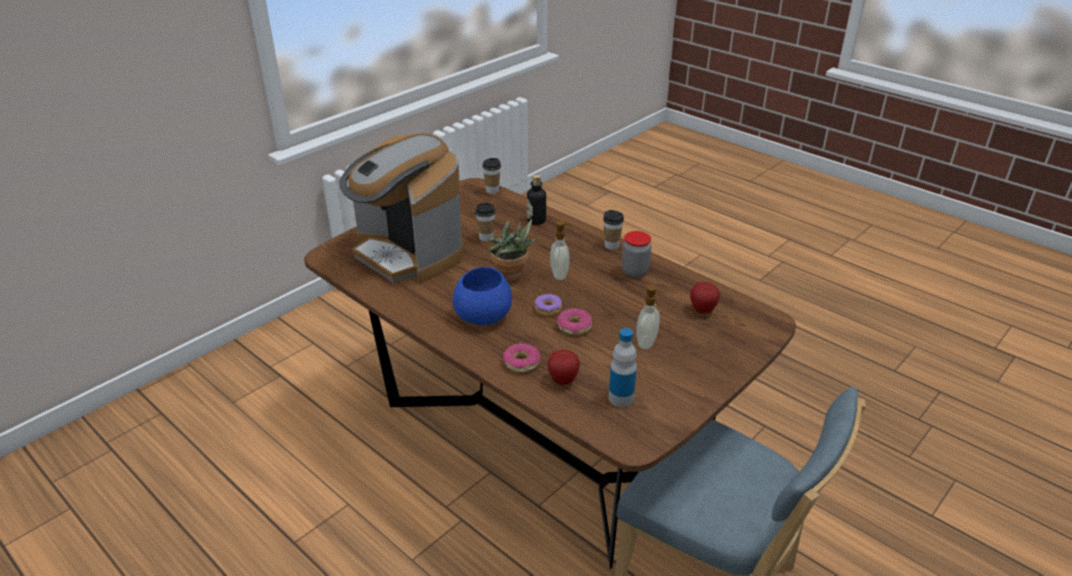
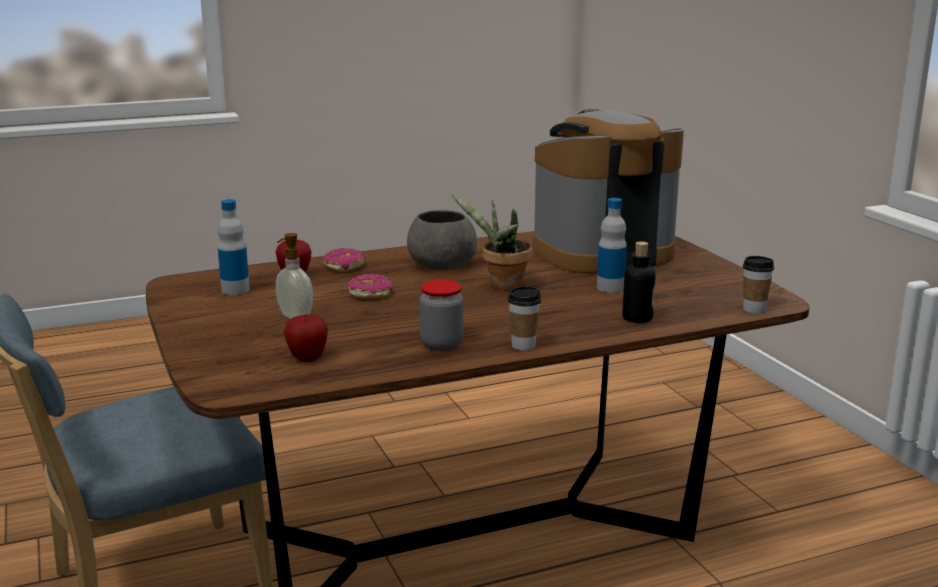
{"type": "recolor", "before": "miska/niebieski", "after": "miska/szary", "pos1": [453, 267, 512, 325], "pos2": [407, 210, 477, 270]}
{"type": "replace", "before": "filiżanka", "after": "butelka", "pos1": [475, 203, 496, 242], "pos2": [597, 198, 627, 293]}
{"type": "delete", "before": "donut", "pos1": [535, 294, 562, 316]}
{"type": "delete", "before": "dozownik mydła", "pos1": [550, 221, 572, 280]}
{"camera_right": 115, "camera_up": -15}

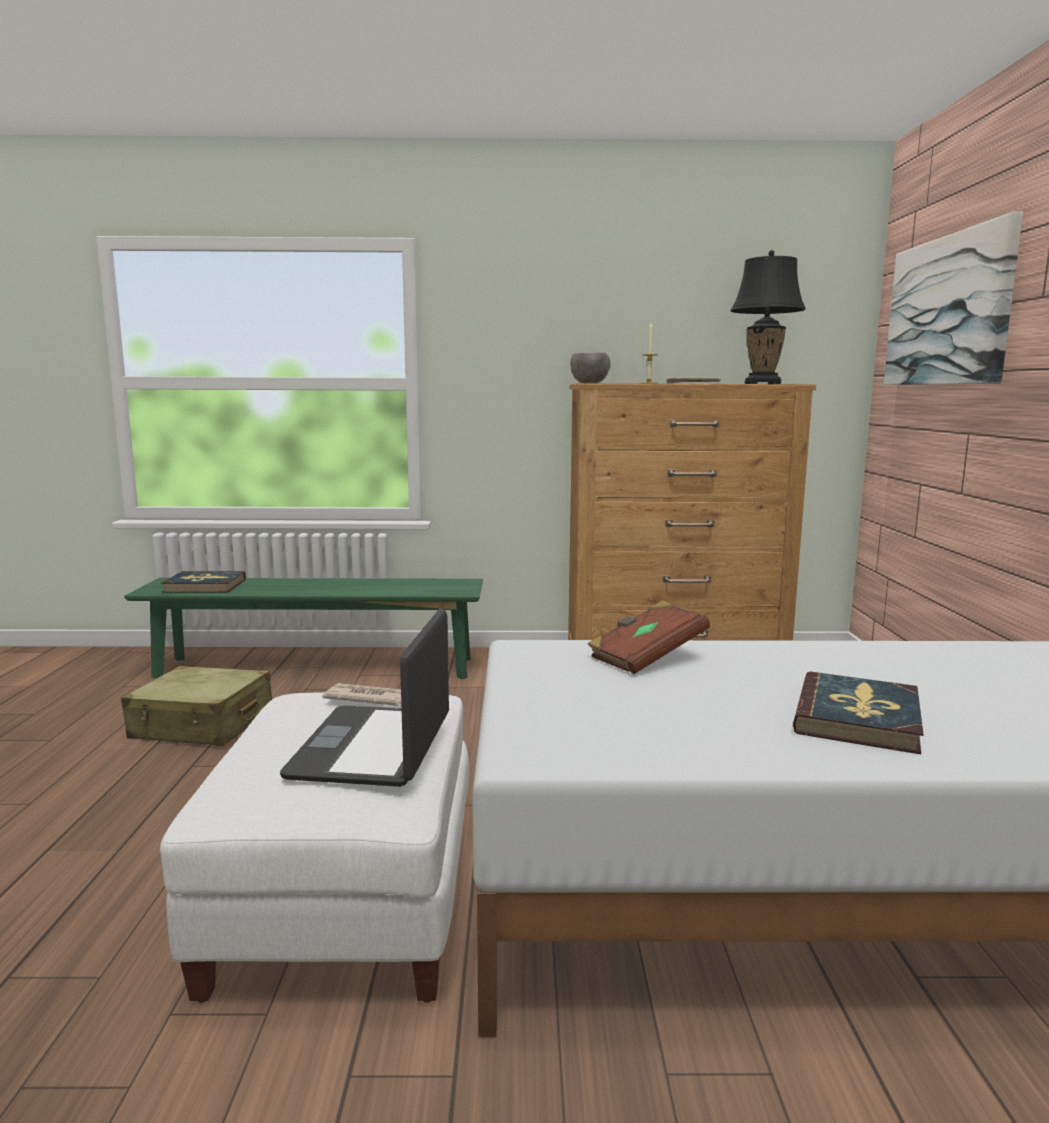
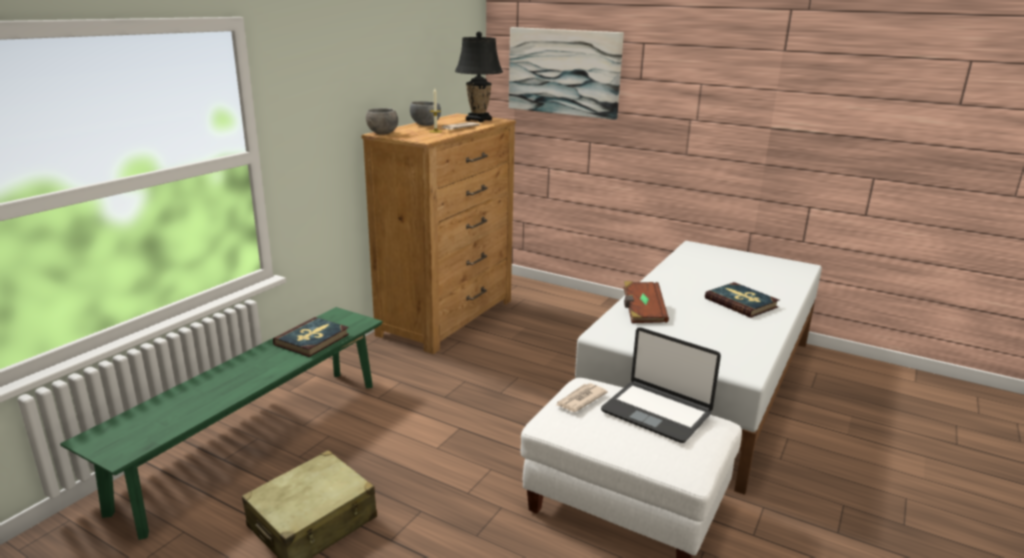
{"type": "move", "before": "książka", "pos1": [161, 571, 246, 593], "pos2": [273, 317, 349, 357]}
{"type": "insert", "after": "miska/szary", "pos2": [410, 101, 441, 126]}
{"camera_right": -60, "camera_up": 10}

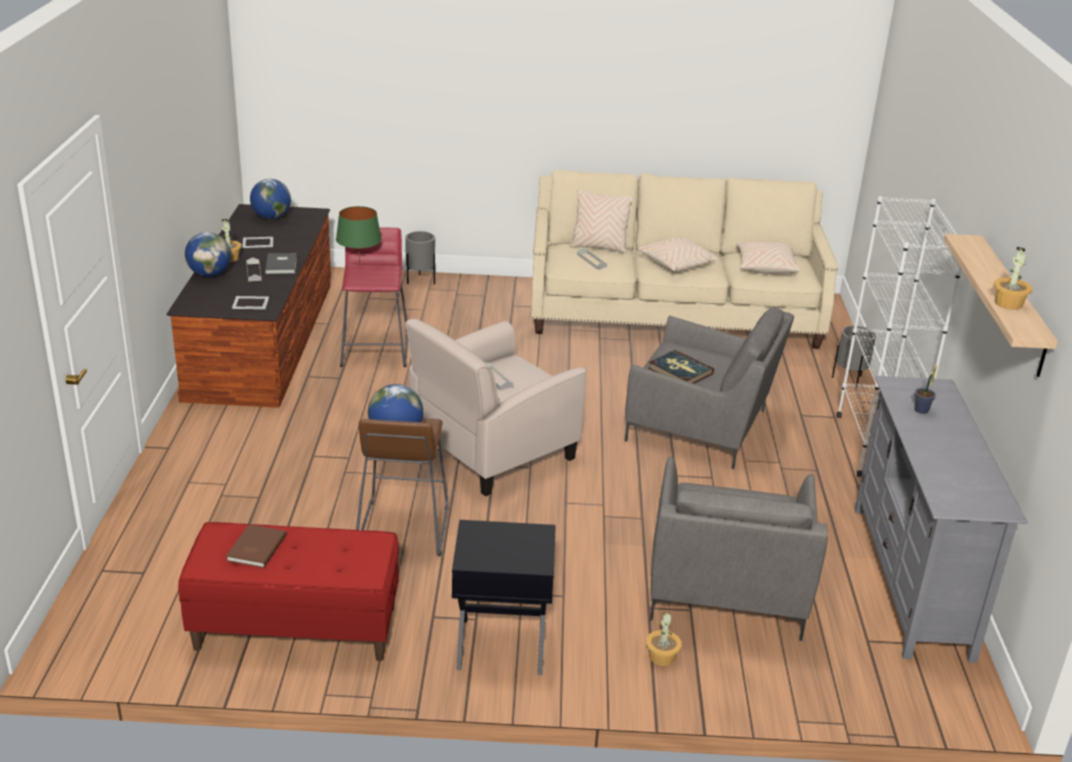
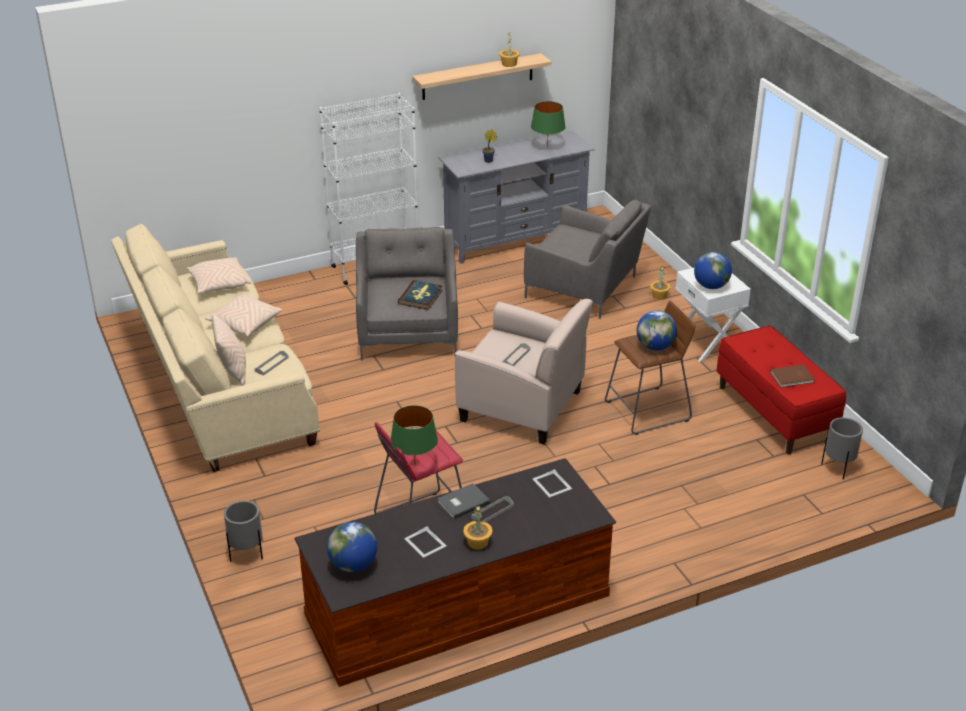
{"type": "move", "before": "globus", "pos1": [185, 232, 231, 277], "pos2": [694, 252, 732, 289]}
{"type": "recolor", "before": "szafka nocna/czarny", "after": "szafka nocna/biały", "pos1": [452, 520, 556, 675], "pos2": [676, 268, 751, 362]}
{"type": "rotate", "before": "fotel/szary", "pos1": [650, 457, 828, 641], "pos2": [524, 200, 651, 319], "turn": 45}
{"type": "move", "before": "donica/szary", "pos1": [832, 326, 876, 388], "pos2": [821, 417, 863, 479]}
{"type": "insert", "after": "lampa stołowa/zielony", "pos2": [531, 101, 565, 148]}
{"camera_right": -115, "camera_up": 5}

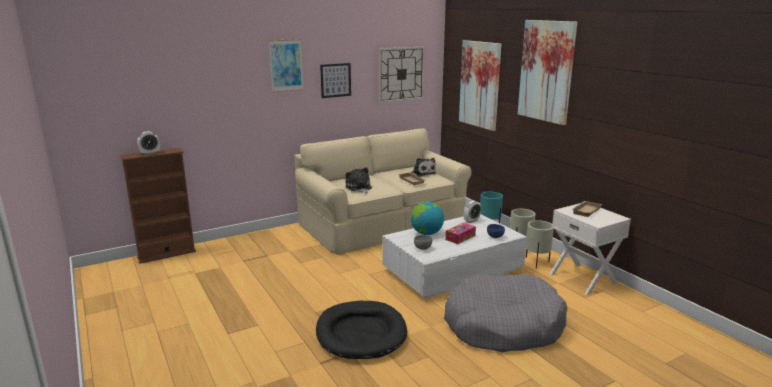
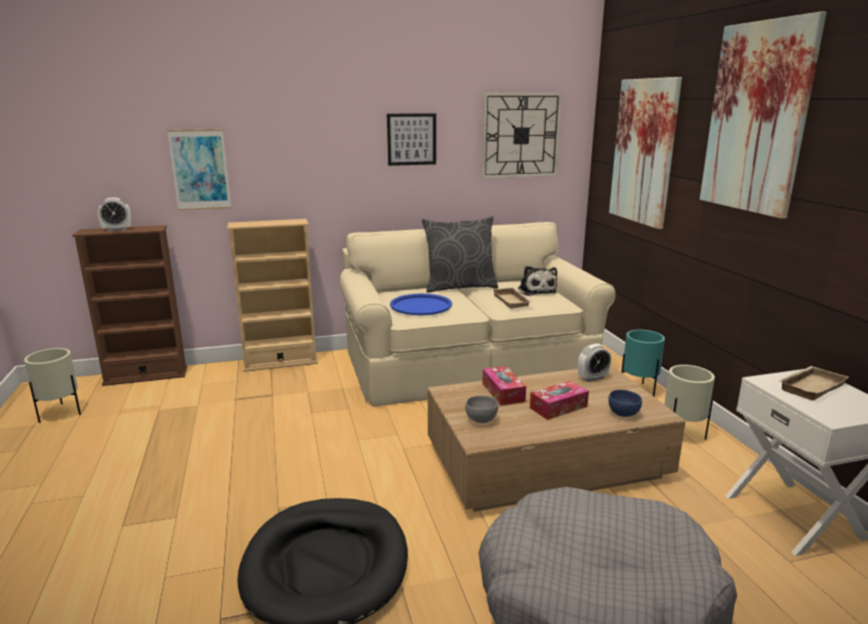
{"type": "move", "before": "obraz", "pos1": [269, 39, 303, 92], "pos2": [167, 129, 231, 210]}
{"type": "replace", "before": "pluszak", "after": "taca/niebieski", "pos1": [346, 167, 372, 193], "pos2": [390, 294, 452, 315]}
{"type": "recolor", "before": "ława/biały", "after": "ława/brązowy", "pos1": [382, 214, 527, 299], "pos2": [428, 365, 685, 512]}
{"type": "replace", "before": "globus", "after": "pudełko chusteczek", "pos1": [411, 202, 444, 235], "pos2": [482, 366, 526, 406]}
{"type": "move", "before": "donica/beżowy", "pos1": [526, 220, 554, 269], "pos2": [24, 348, 81, 423]}
{"type": "insert", "after": "regał/beżowy", "pos2": [227, 219, 318, 372]}
{"type": "insert", "after": "poduszka/szary", "pos2": [422, 216, 498, 293]}
{"camera_right": 15, "camera_up": 0}

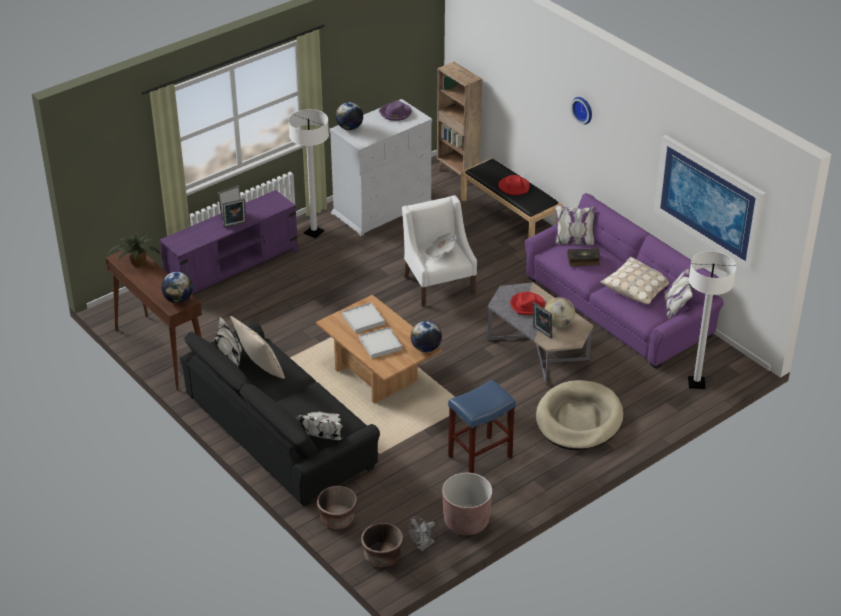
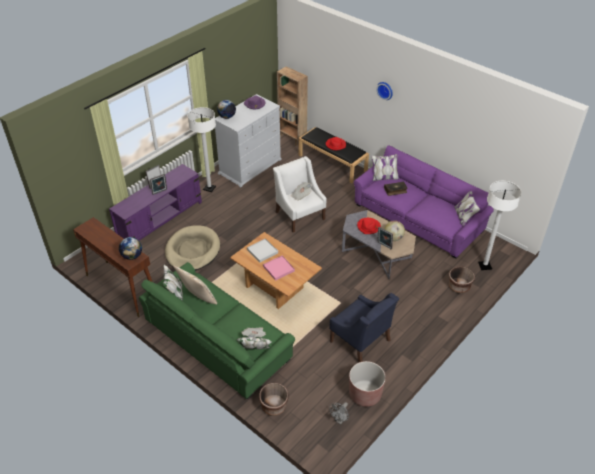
{"type": "delete", "before": "roślina doniczkowa", "pos1": [109, 232, 161, 266]}
{"type": "recolor", "before": "kanapa/czarny", "after": "kanapa/zielony", "pos1": [180, 317, 380, 506], "pos2": [139, 262, 295, 399]}
{"type": "recolor", "before": "taca/biały", "after": "taca/różowy", "pos1": [359, 327, 402, 358], "pos2": [263, 255, 295, 281]}
{"type": "move", "before": "donica/brązowy", "pos1": [361, 523, 404, 567], "pos2": [449, 266, 475, 293]}
{"type": "delete", "before": "globus", "pos1": [411, 321, 442, 352]}
{"type": "replace", "before": "stołek/niebieski", "after": "fotel/niebieski", "pos1": [448, 380, 516, 473], "pos2": [329, 293, 399, 362]}
{"type": "move", "before": "legowisko/beżowy", "pos1": [536, 380, 623, 451], "pos2": [165, 225, 220, 271]}
{"type": "delete", "before": "poduszka/beżowy", "pos1": [601, 257, 669, 304]}
{"type": "delete", "before": "obraz", "pos1": [654, 135, 766, 271]}
{"camera_right": -10, "camera_up": 5}

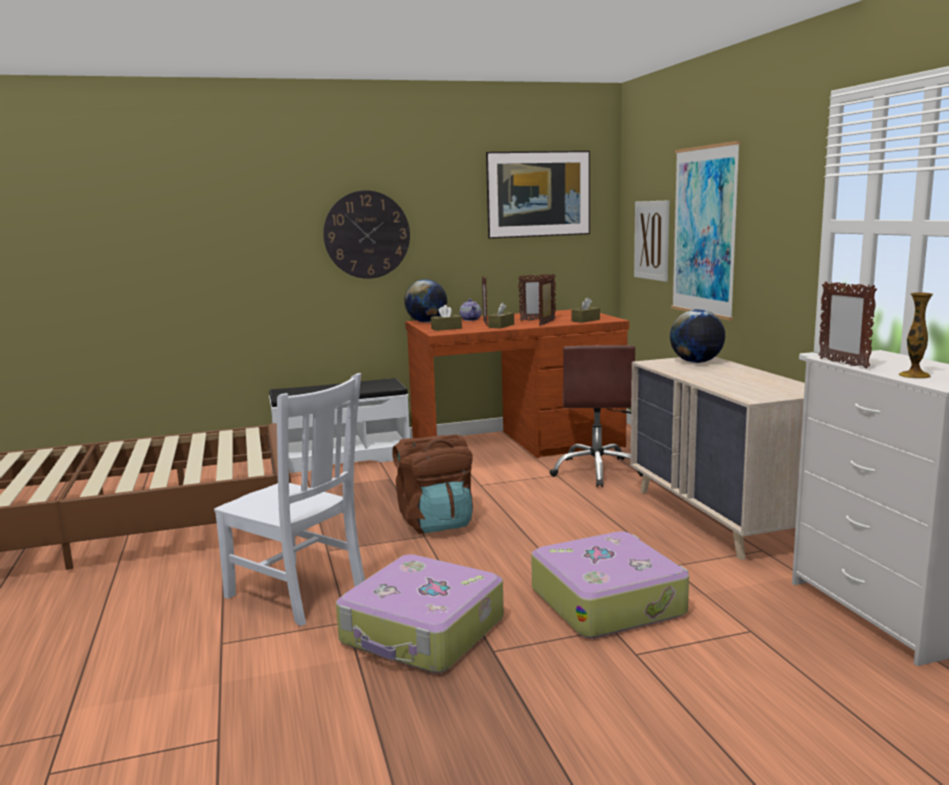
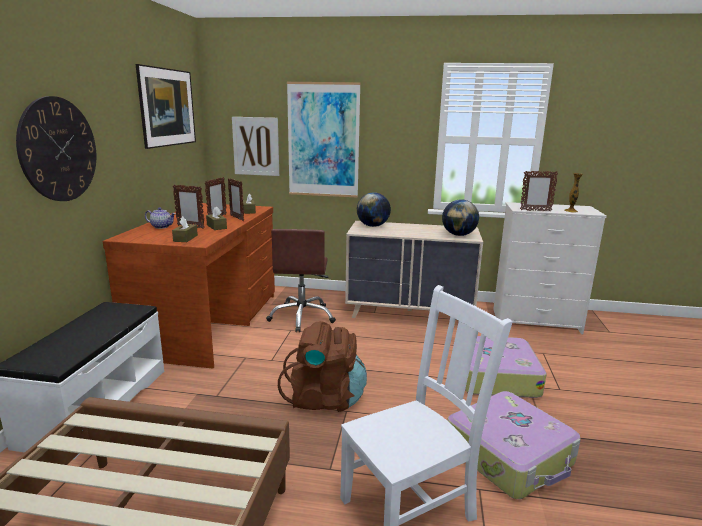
{"type": "move", "before": "globus", "pos1": [404, 279, 447, 323], "pos2": [442, 199, 479, 236]}
{"type": "rotate", "before": "krzesło biurowe/brązowy", "pos1": [550, 345, 643, 487], "pos2": [266, 229, 336, 332], "turn": 60}
{"camera_right": -65, "camera_up": 5}

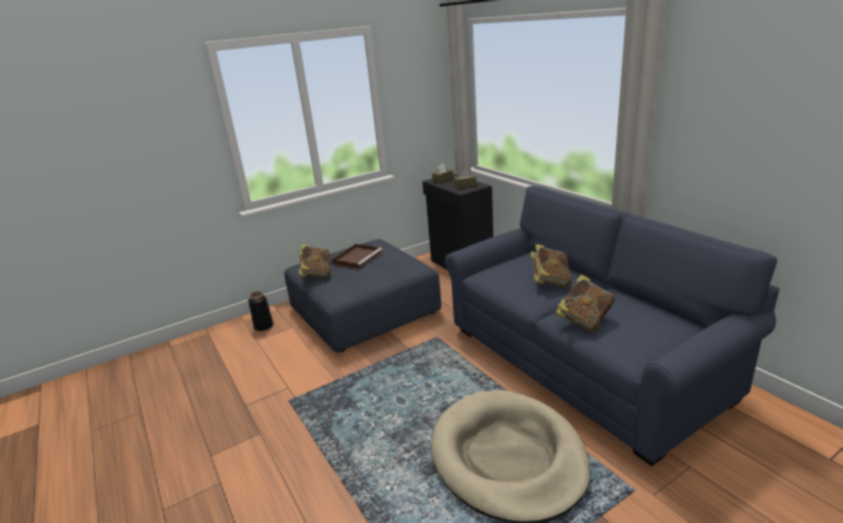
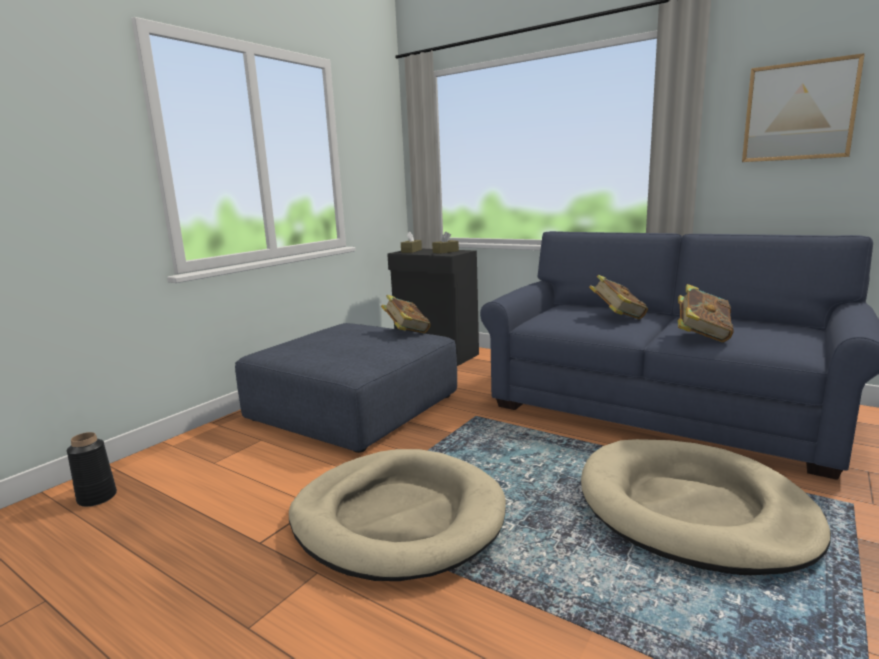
{"type": "move", "before": "wazon/czarny", "pos1": [248, 291, 273, 331], "pos2": [67, 432, 117, 507]}
{"type": "move", "before": "książka", "pos1": [299, 244, 331, 278], "pos2": [381, 295, 431, 333]}
{"type": "delete", "before": "taca/brązowy", "pos1": [332, 244, 382, 269]}
{"type": "insert", "after": "legowisko/beżowy", "pos2": [289, 449, 506, 581]}
{"type": "insert", "after": "obraz", "pos2": [742, 53, 865, 162]}
{"camera_right": -25, "camera_up": -10}

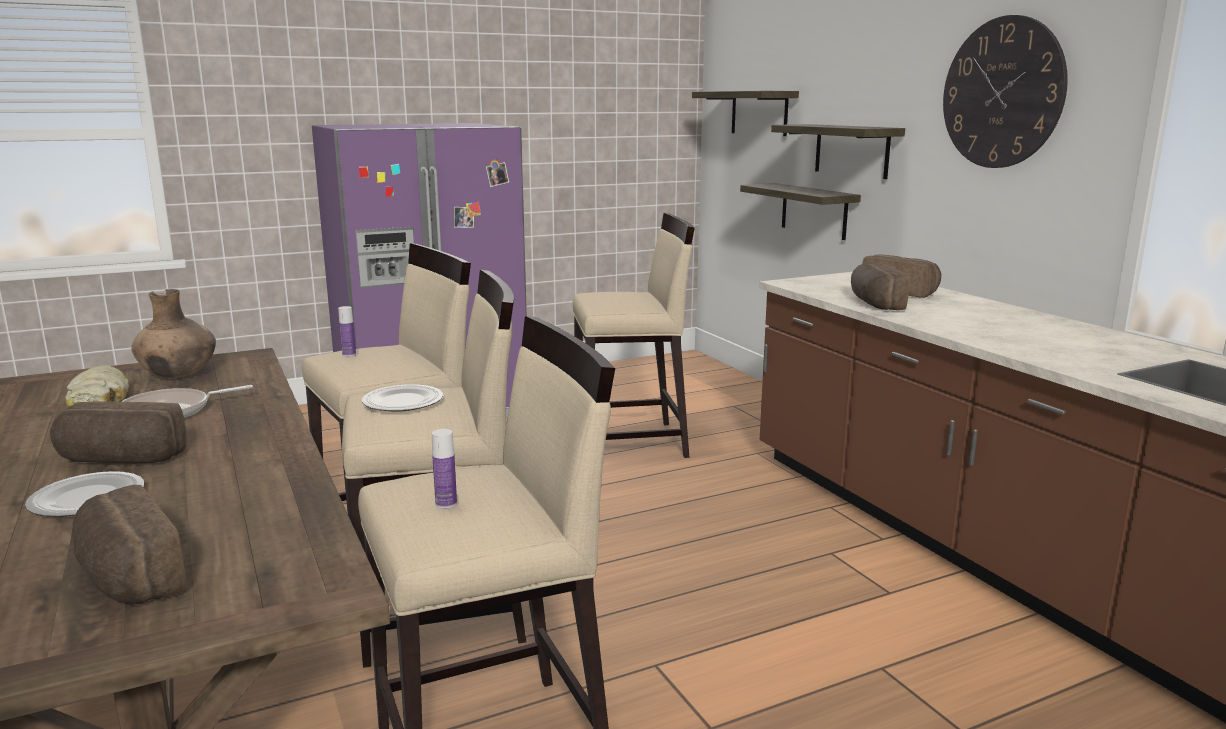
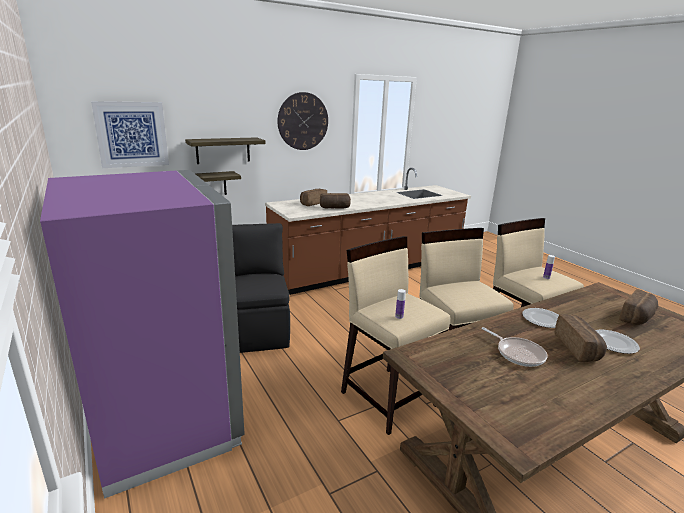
{"type": "delete", "before": "chleb", "pos1": [65, 365, 129, 407]}
{"type": "delete", "before": "wazon/brązowy", "pos1": [131, 289, 216, 378]}
{"type": "move", "before": "talerz", "pos1": [362, 384, 443, 411], "pos2": [522, 308, 559, 328]}
{"type": "replace", "before": "stołek/beżowy", "after": "krzesło/czarny", "pos1": [573, 213, 695, 458], "pos2": [232, 223, 290, 353]}
{"type": "replace", "before": "półka", "after": "obraz", "pos1": [692, 91, 799, 136], "pos2": [91, 101, 169, 168]}
{"camera_right": -95, "camera_up": 5}

